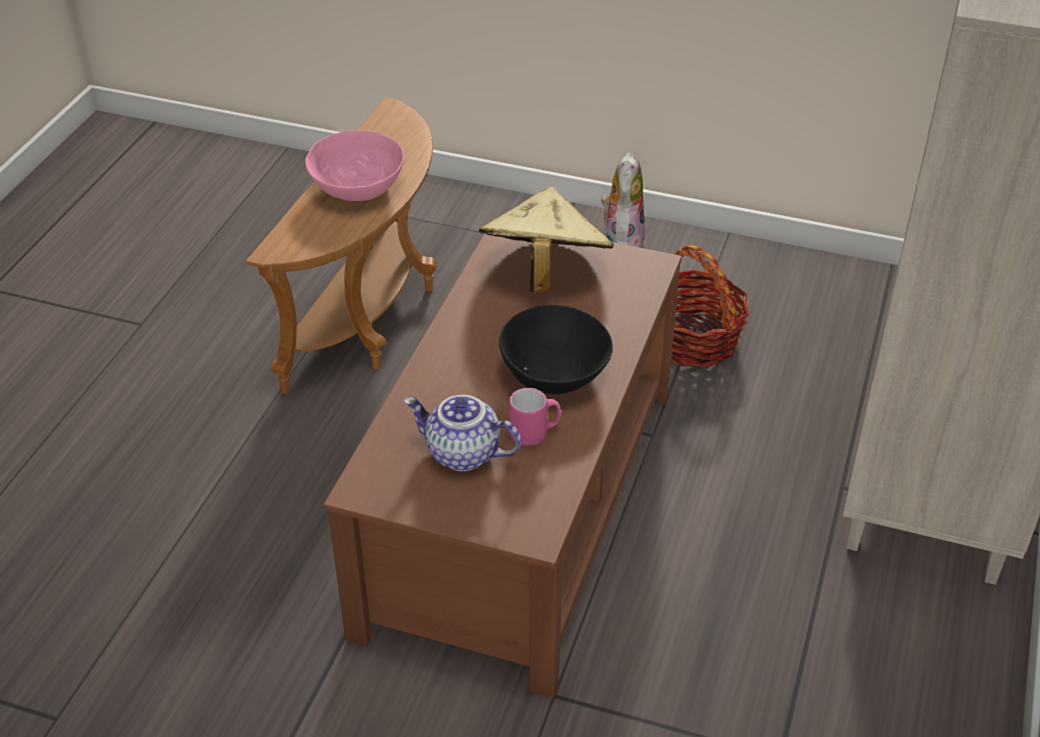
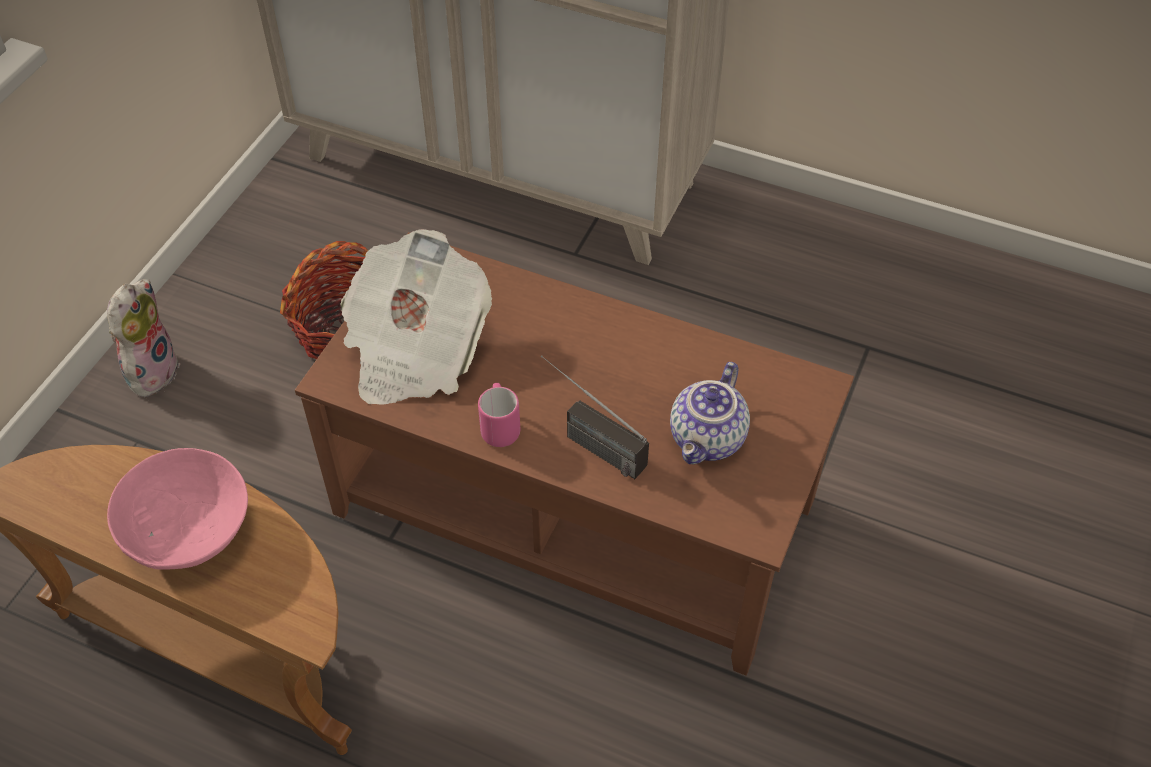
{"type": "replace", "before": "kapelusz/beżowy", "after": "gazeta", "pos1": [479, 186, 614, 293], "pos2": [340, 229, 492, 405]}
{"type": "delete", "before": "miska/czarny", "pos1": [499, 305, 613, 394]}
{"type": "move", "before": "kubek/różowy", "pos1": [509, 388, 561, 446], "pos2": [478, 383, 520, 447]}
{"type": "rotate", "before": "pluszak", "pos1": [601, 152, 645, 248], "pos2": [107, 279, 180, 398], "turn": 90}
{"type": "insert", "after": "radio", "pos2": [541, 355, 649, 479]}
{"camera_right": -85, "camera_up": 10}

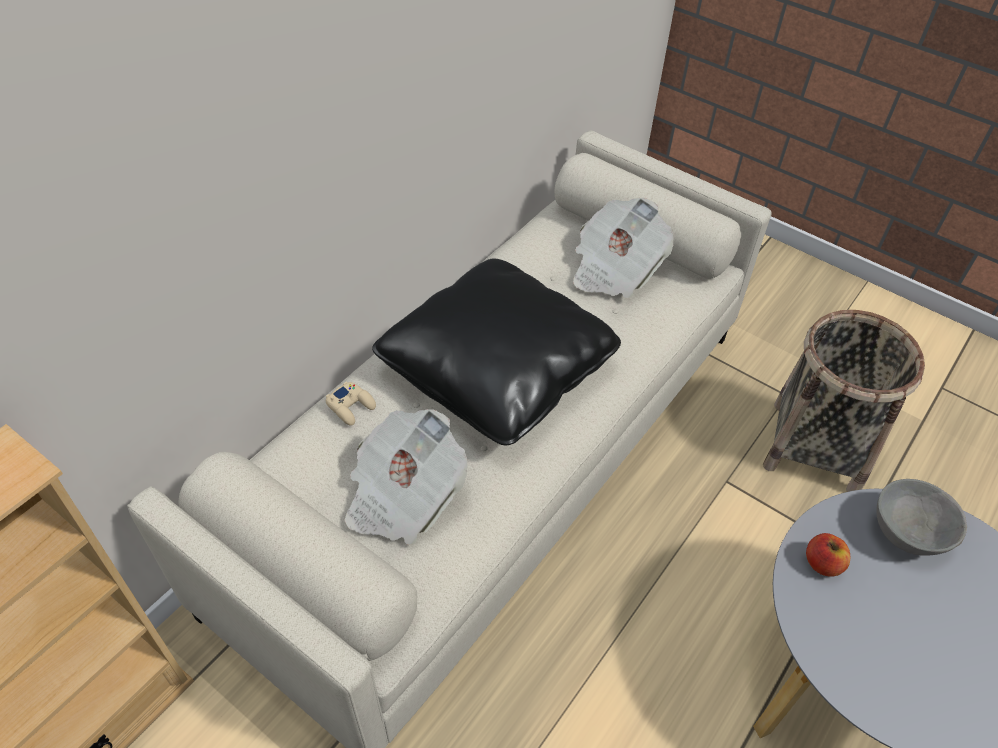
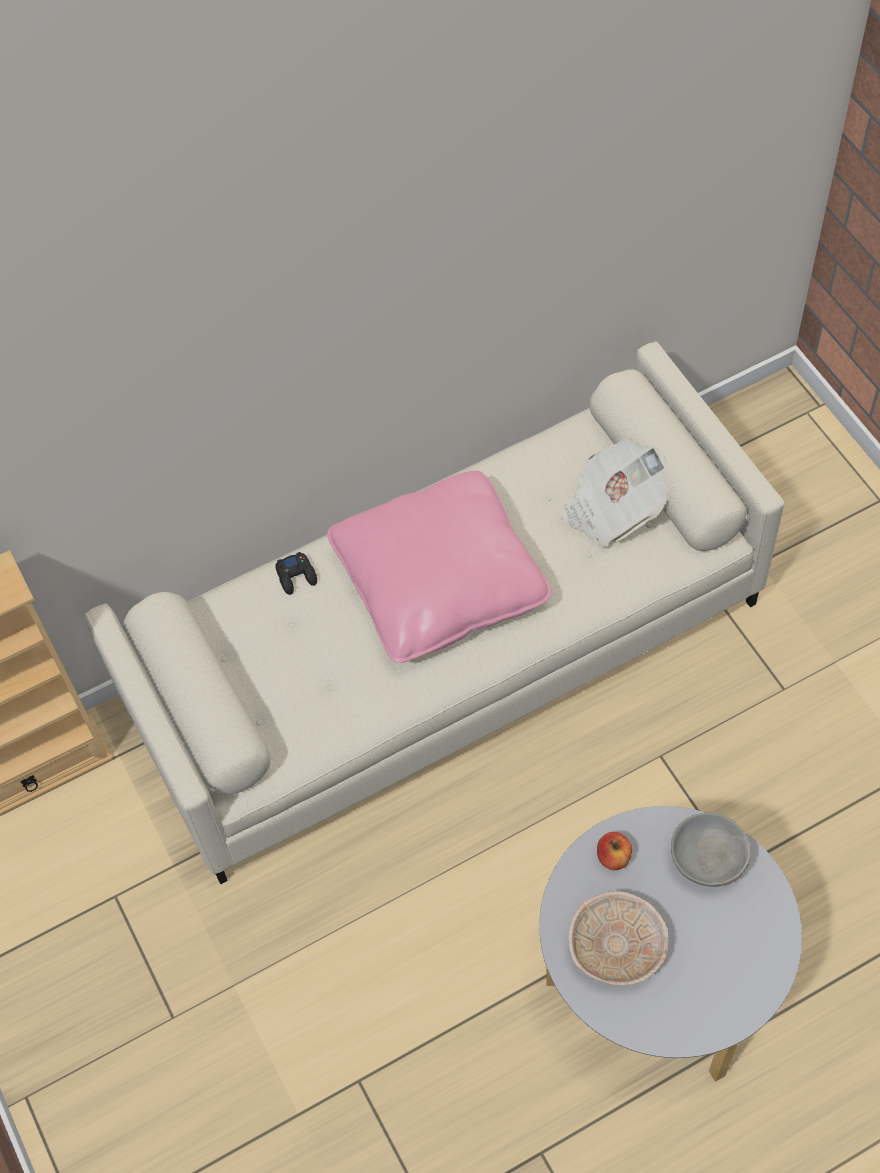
{"type": "recolor", "before": "pad do gier/beżowy", "after": "pad do gier/czarny", "pos1": [326, 381, 376, 426], "pos2": [275, 552, 317, 595]}
{"type": "delete", "before": "gazeta", "pos1": [345, 409, 467, 544]}
{"type": "recolor", "before": "poduszka/czarny", "after": "poduszka/różowy", "pos1": [372, 259, 621, 445], "pos2": [327, 471, 551, 663]}
{"type": "delete", "before": "koszyk", "pos1": [763, 310, 925, 492]}
{"type": "insert", "after": "miska/beżowy", "pos2": [568, 891, 669, 985]}
{"camera_right": 30, "camera_up": 10}

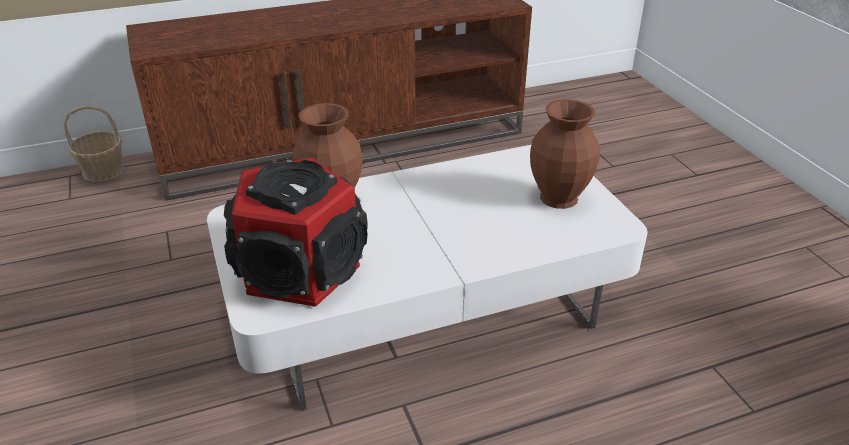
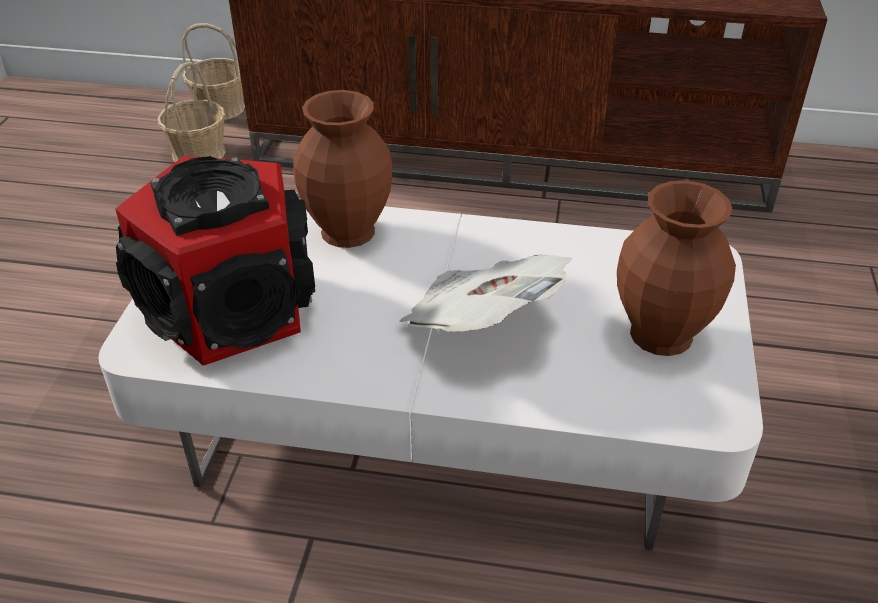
{"type": "insert", "after": "koszyk", "pos2": [158, 62, 226, 162]}
{"type": "insert", "after": "gazeta", "pos2": [399, 254, 572, 332]}
{"camera_right": 30, "camera_up": 5}

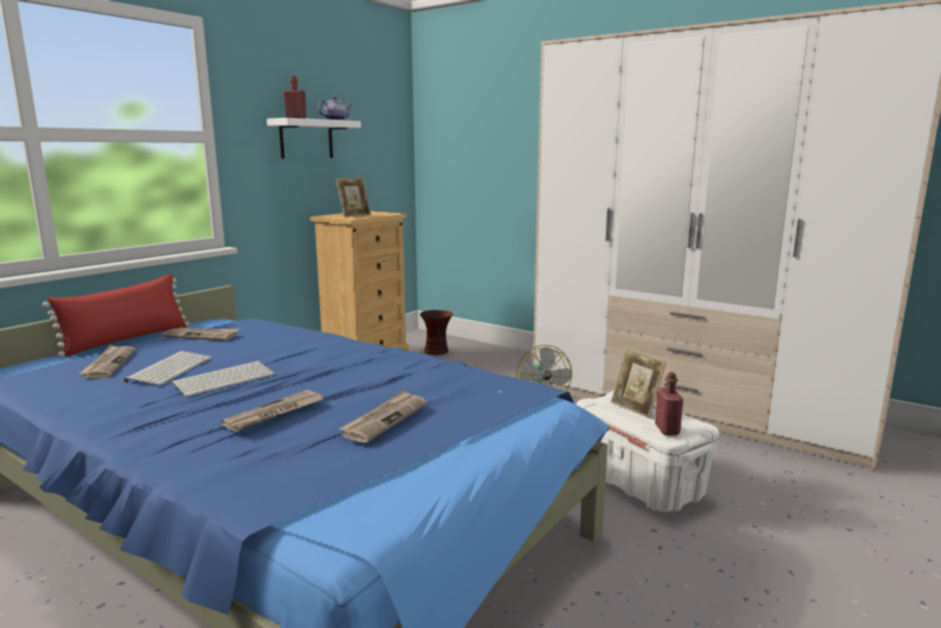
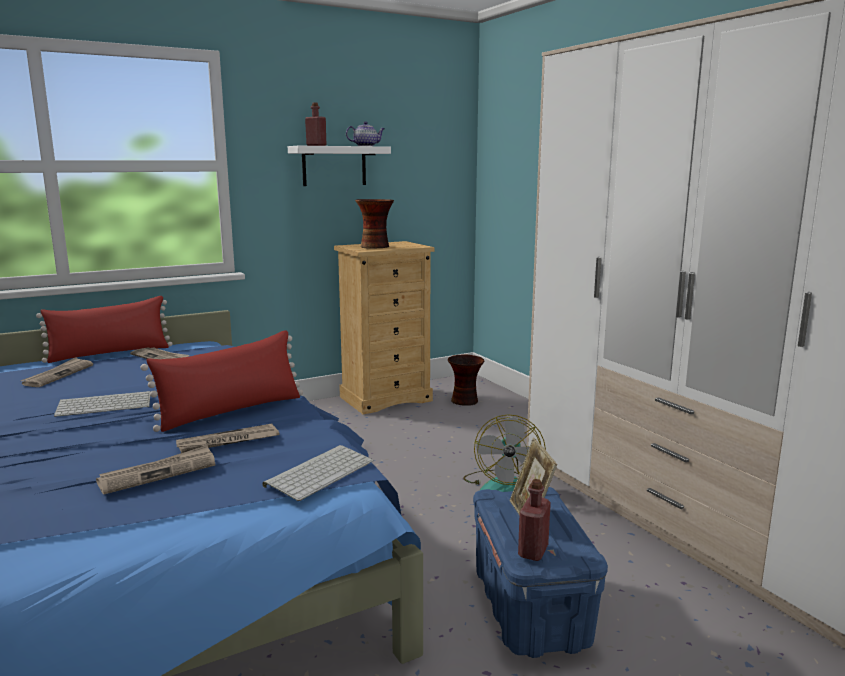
{"type": "move", "before": "klawiatura", "pos1": [124, 351, 212, 385], "pos2": [262, 445, 374, 501]}
{"type": "move", "before": "gazeta", "pos1": [221, 390, 324, 432], "pos2": [176, 424, 280, 453]}
{"type": "replace", "before": "ramka na zdjęcie", "after": "wazon", "pos1": [336, 178, 371, 217], "pos2": [355, 199, 394, 249]}
{"type": "recolor", "before": "pojemnik do przechowywania/biały", "after": "pojemnik do przechowywania/niebieski", "pos1": [576, 390, 719, 513], "pos2": [473, 487, 608, 658]}
{"type": "insert", "after": "poduszka/czerwony", "pos2": [141, 330, 303, 432]}
{"camera_right": 25, "camera_up": 0}

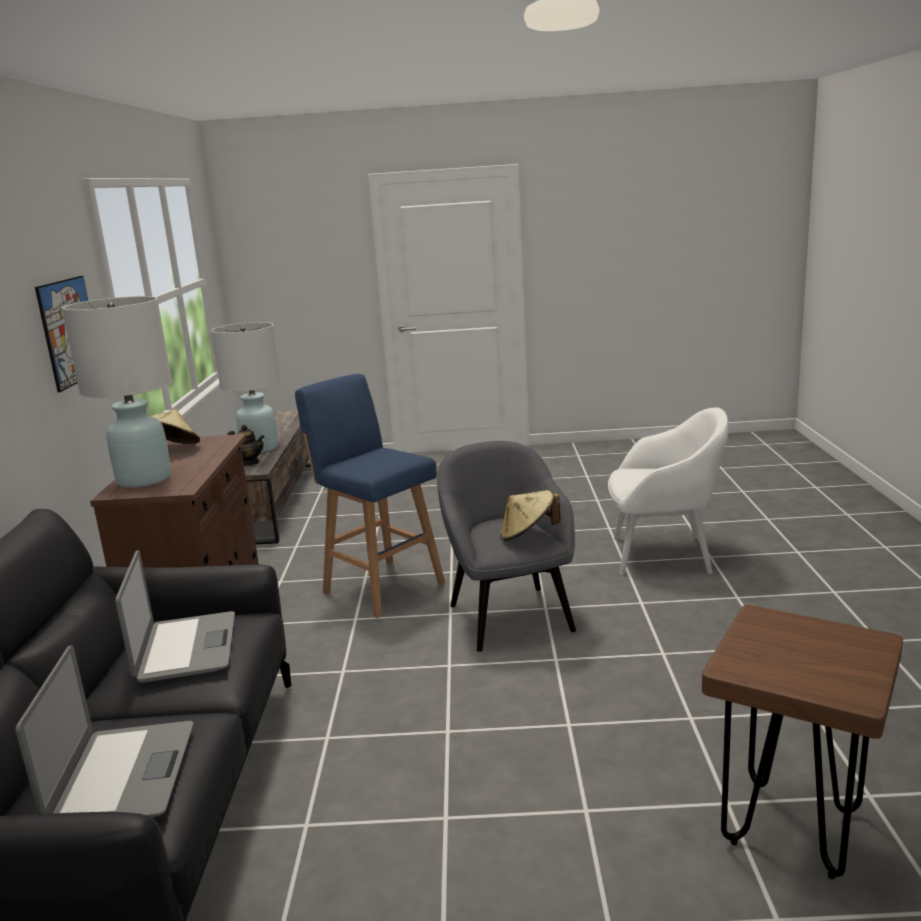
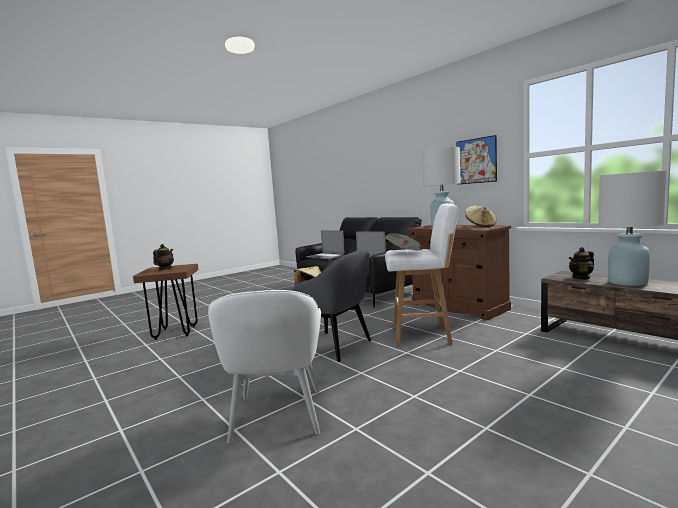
{"type": "recolor", "before": "stołek/niebieski", "after": "stołek/biały", "pos1": [295, 374, 445, 618], "pos2": [385, 203, 458, 347]}
{"type": "rotate", "before": "fotel/biały", "pos1": [608, 407, 729, 575], "pos2": [208, 290, 321, 443], "turn": -60}
{"type": "insert", "after": "imbryk", "pos2": [153, 244, 174, 270]}
{"type": "insert", "after": "gazeta", "pos2": [384, 233, 422, 250]}
{"camera_right": 140, "camera_up": -10}

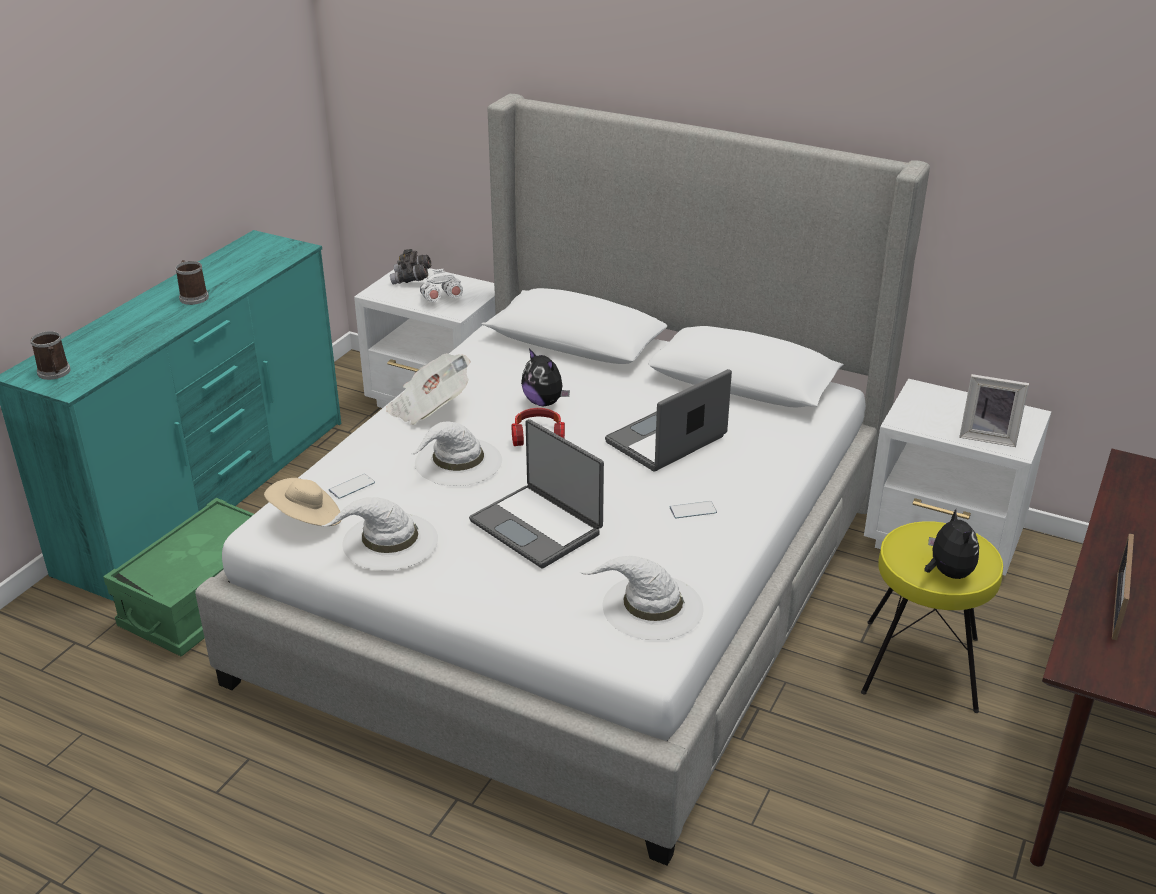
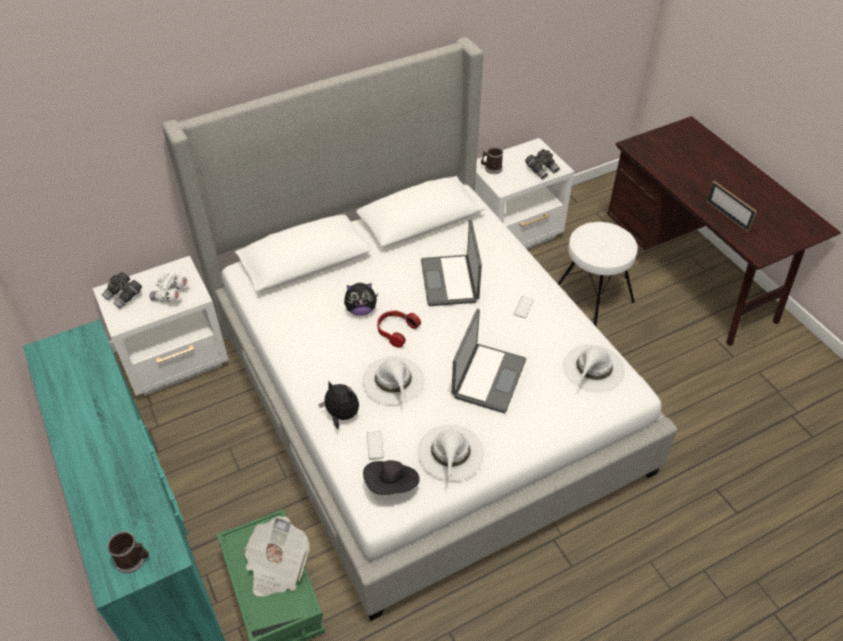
{"type": "move", "before": "kubek", "pos1": [175, 260, 209, 305], "pos2": [481, 147, 503, 174]}
{"type": "recolor", "before": "kapelusz/beżowy", "after": "kapelusz/czarny", "pos1": [264, 478, 341, 526], "pos2": [363, 460, 419, 495]}
{"type": "move", "before": "gazeta", "pos1": [386, 353, 471, 425], "pos2": [244, 516, 310, 597]}
{"type": "rotate", "before": "laptop", "pos1": [469, 419, 604, 568], "pos2": [452, 309, 526, 413], "turn": -60}
{"type": "recolor", "before": "stołek/żółty", "after": "stołek/biały", "pos1": [861, 521, 1003, 713], "pos2": [558, 222, 637, 326]}
{"type": "move", "before": "pluszak", "pos1": [924, 509, 979, 579], "pos2": [318, 382, 359, 429]}
{"type": "replace", "before": "ramka na zdjęcie", "after": "lornetka/szary", "pos1": [959, 374, 1029, 447], "pos2": [525, 149, 560, 179]}
{"camera_right": -55, "camera_up": 15}

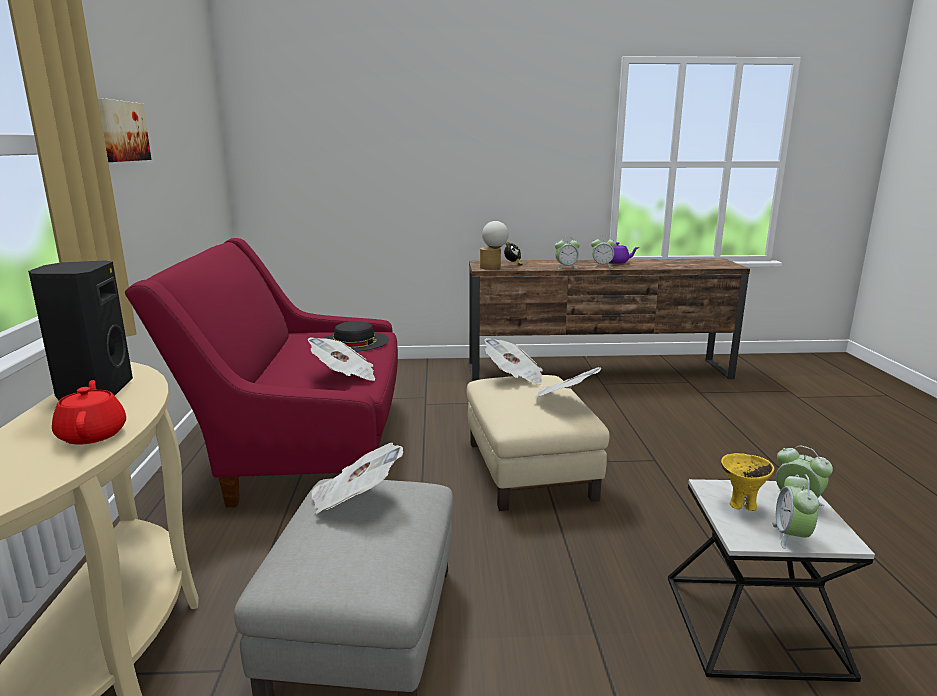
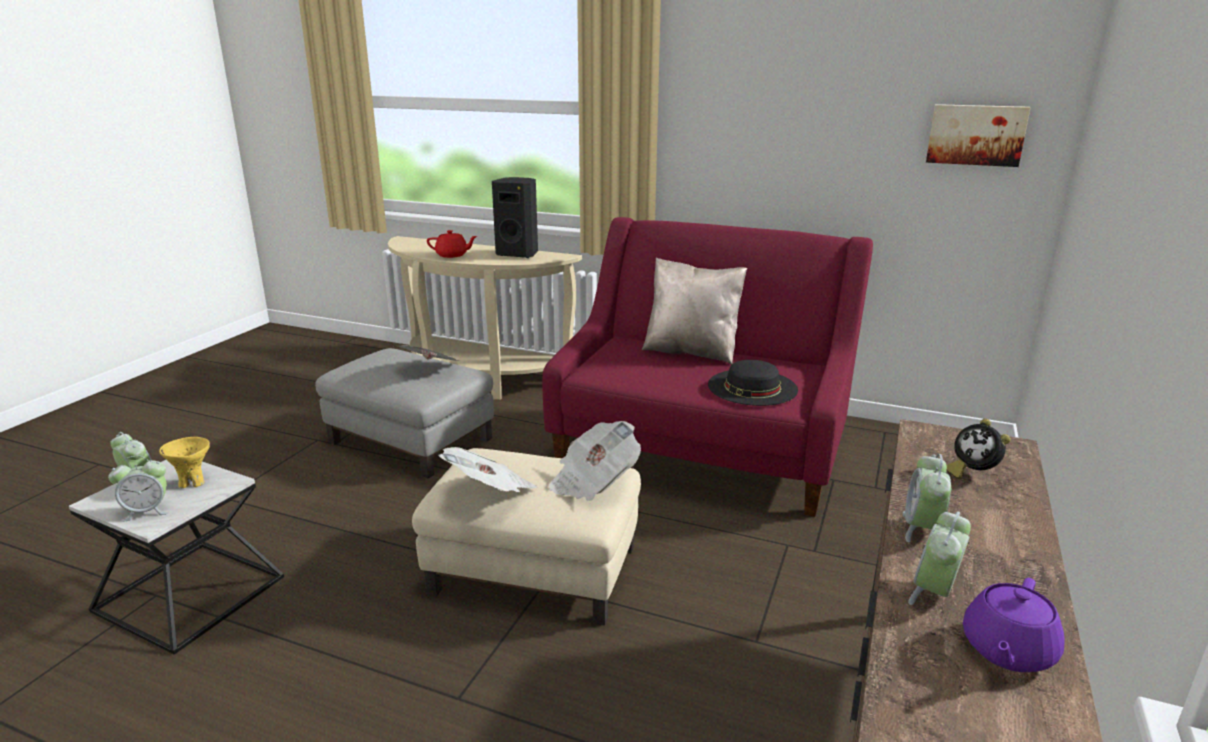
{"type": "move", "before": "obraz", "pos1": [98, 98, 151, 162], "pos2": [926, 104, 1031, 167]}
{"type": "delete", "before": "gazeta", "pos1": [308, 337, 375, 381]}
{"type": "delete", "before": "lampa stołowa", "pos1": [480, 221, 509, 270]}
{"type": "insert", "after": "poduszka/beżowy", "pos2": [642, 258, 747, 365]}
{"camera_right": 115, "camera_up": 5}

